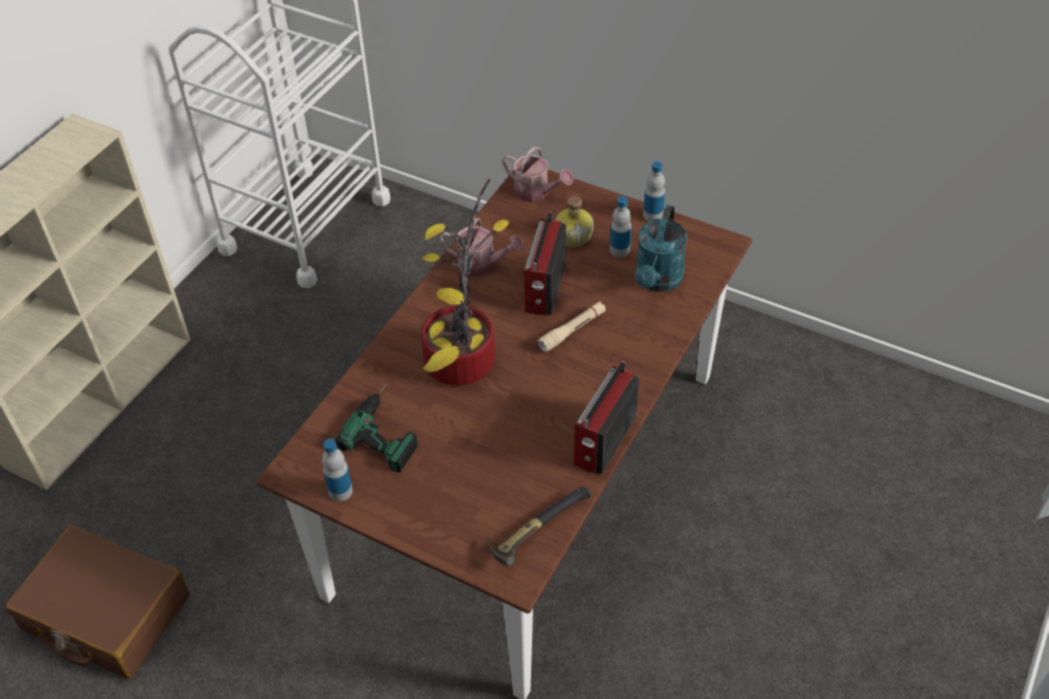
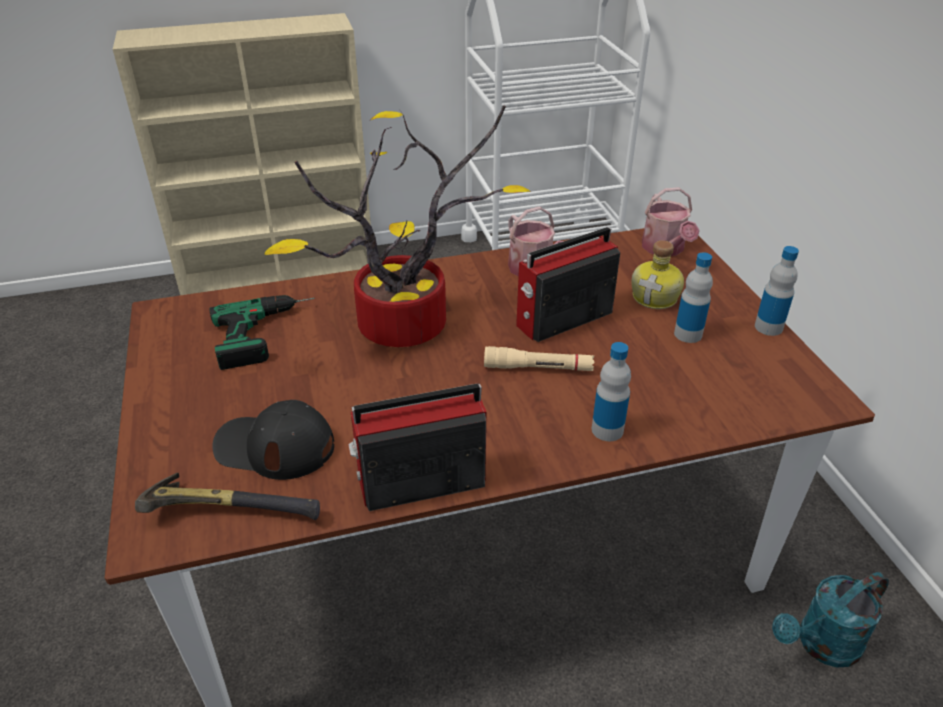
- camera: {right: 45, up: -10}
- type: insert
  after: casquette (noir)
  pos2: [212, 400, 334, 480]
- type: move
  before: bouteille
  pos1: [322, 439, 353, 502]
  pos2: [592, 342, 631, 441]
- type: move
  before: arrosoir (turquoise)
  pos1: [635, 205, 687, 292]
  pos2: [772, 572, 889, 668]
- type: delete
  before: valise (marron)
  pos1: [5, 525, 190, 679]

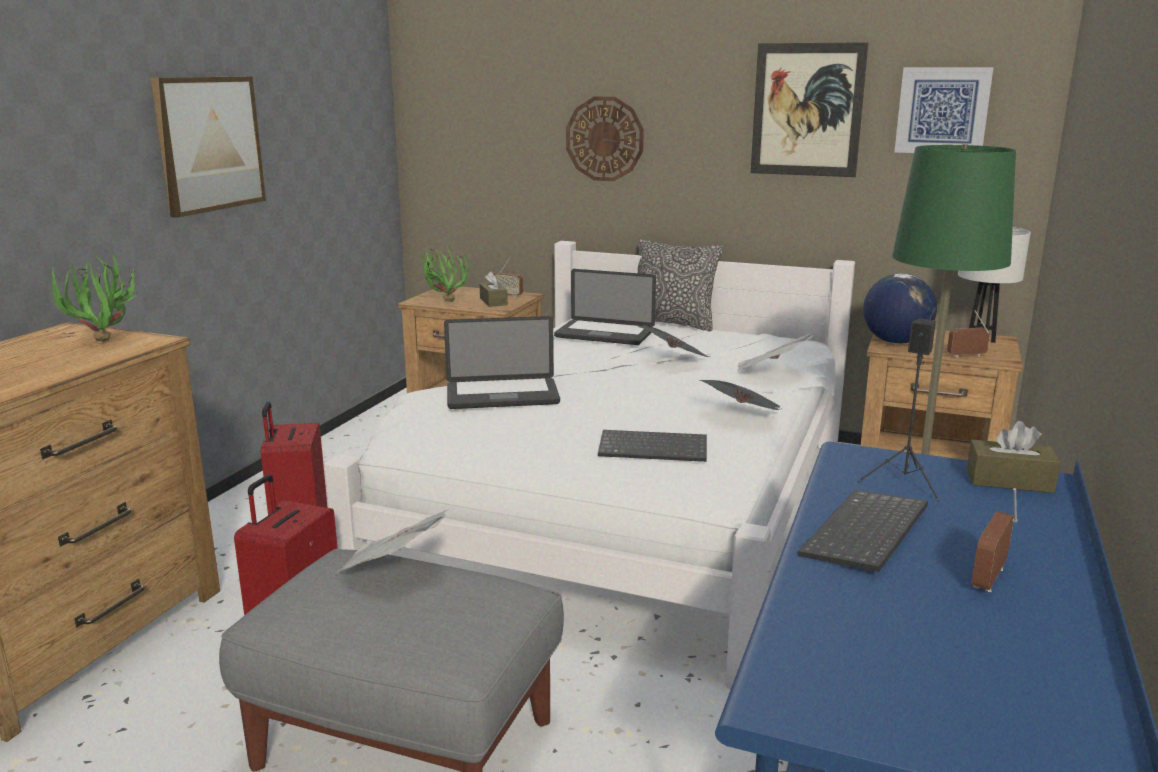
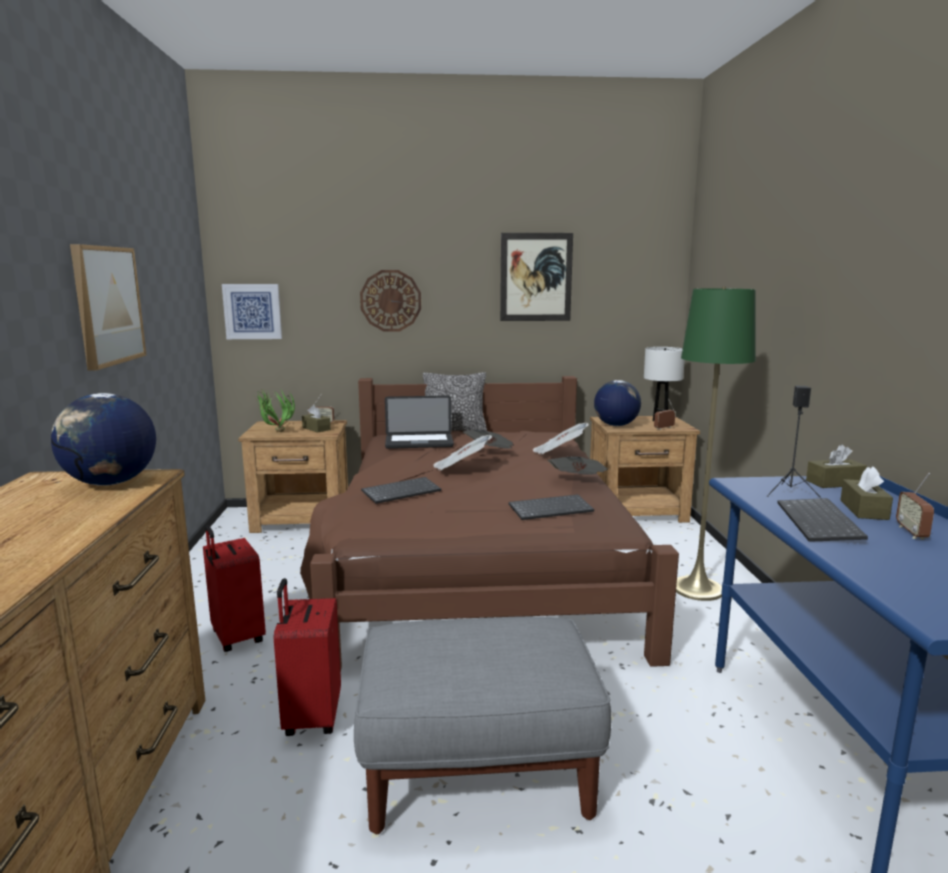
- camera: {right: -25, up: -5}
- type: replace
  before: plante en pot
  after: globe
  pos1: [44, 248, 140, 341]
  pos2: [51, 393, 156, 486]
- type: move
  before: tableau
  pos1: [894, 67, 994, 153]
  pos2: [222, 284, 282, 339]
- type: recolor
  before: lit (blanc)
  after: lit (marron)
  pos1: [324, 241, 855, 689]
  pos2: [300, 376, 679, 672]
- type: replace
  before: ordinateur portable
  after: clavier
  pos1: [444, 316, 560, 409]
  pos2: [361, 477, 441, 504]
- type: move
  before: journal
  pos1: [335, 509, 449, 573]
  pos2: [433, 435, 492, 471]
- type: insert
  after: boîte à mouchoirs (marron)
  pos2: [840, 466, 893, 520]

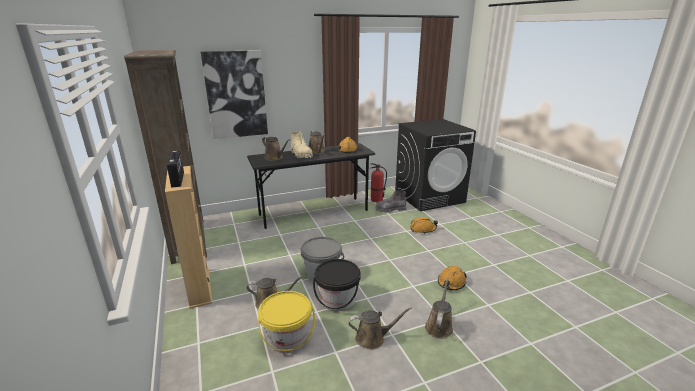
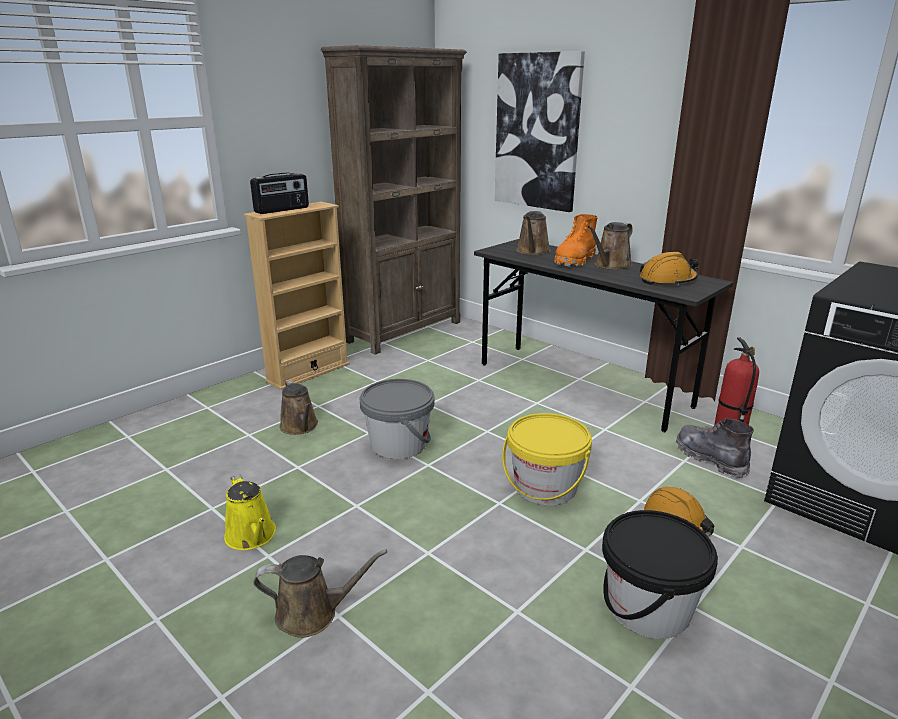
- camera: {right: 65, up: 0}
- type: recolor
  before: arrosoir (marron)
  after: arrosoir (jaune)
  pos1: [349, 307, 412, 350]
  pos2: [224, 474, 276, 550]
- type: move
  before: seau (jaune)
  pos1: [258, 291, 315, 353]
  pos2: [502, 413, 592, 505]
- type: recolor
  before: botte (beige)
  after: botte (orange)
  pos1: [291, 131, 313, 158]
  pos2: [555, 214, 598, 267]
- type: move
  before: seau (noir)
  pos1: [313, 259, 361, 311]
  pos2: [602, 510, 718, 639]
- type: delete
  before: casque de chantier (orange)
  pos1: [438, 266, 467, 290]

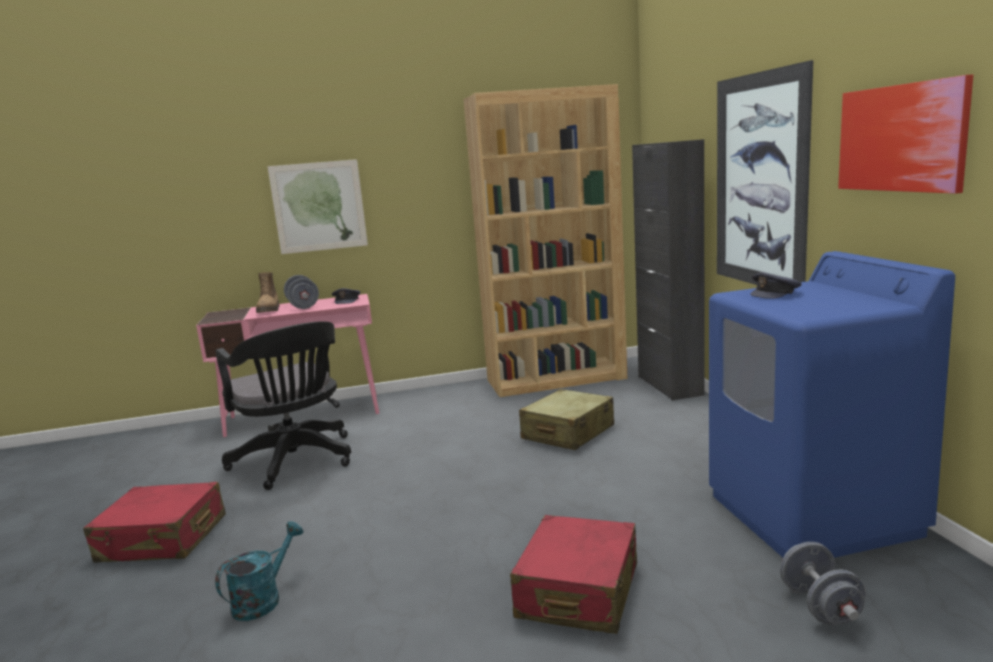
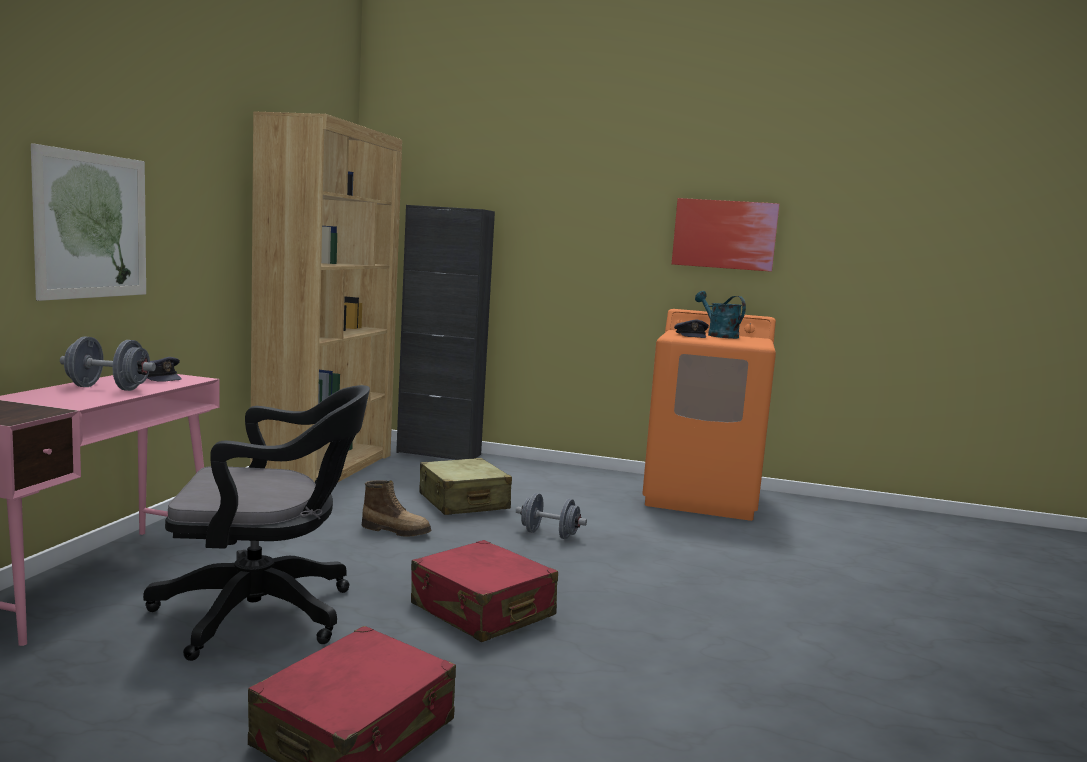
- camera: {right: -65, up: -5}
- type: move
  before: botte
  pos1: [256, 272, 279, 313]
  pos2: [362, 480, 431, 537]
- type: move
  before: valise (rouge)
  pos1: [510, 515, 637, 634]
  pos2: [411, 540, 558, 642]
- type: move
  before: haltère (gris)
  pos1: [780, 542, 866, 625]
  pos2: [516, 493, 587, 539]
- type: recolor
  before: lave-linge (bleu)
  after: lave-linge (orange)
  pos1: [709, 251, 955, 558]
  pos2: [642, 309, 776, 521]
- type: move
  before: arrosoir (turquoise)
  pos1: [215, 521, 303, 621]
  pos2: [695, 291, 746, 339]
- type: delete
  before: tableau
  pos1: [717, 60, 813, 285]

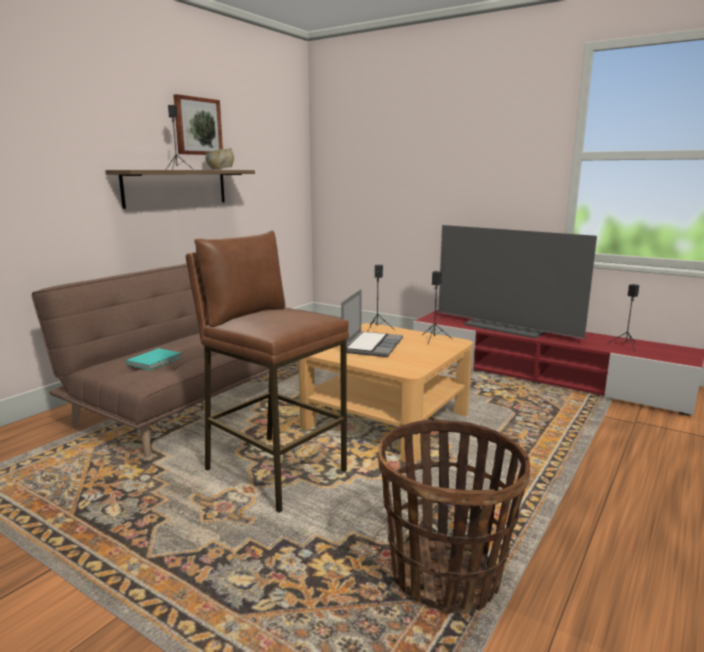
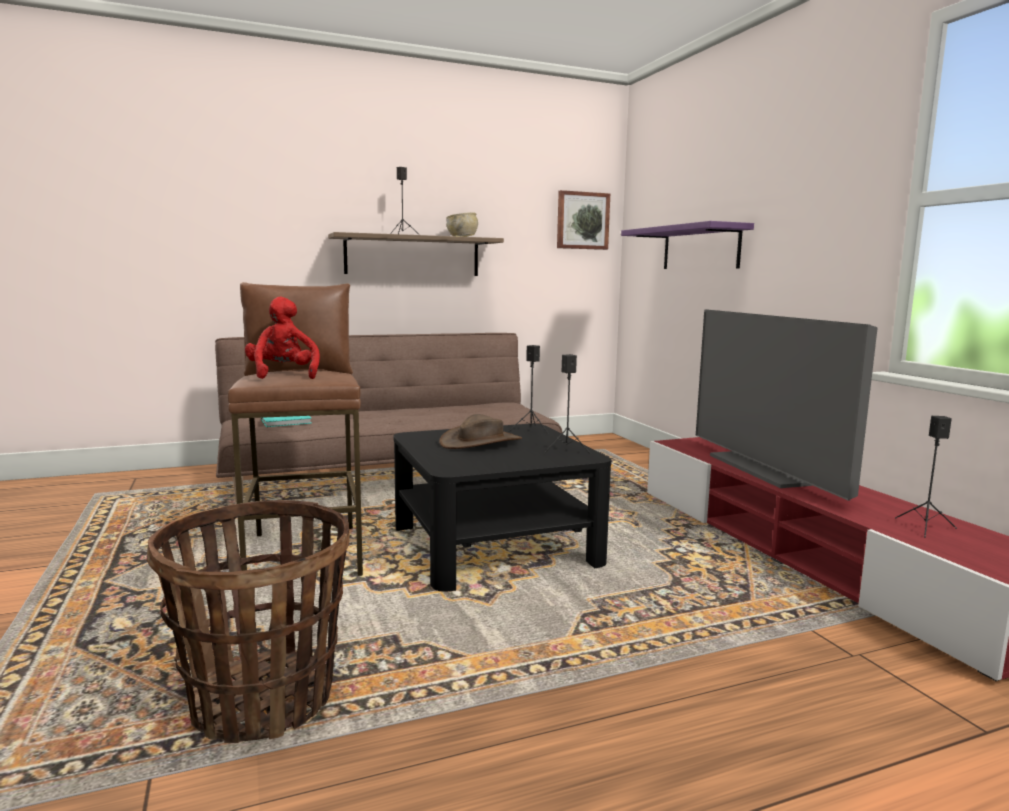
- camera: {right: 35, up: -5}
- type: insert
  after: peluche (rouge)
  pos2: [245, 297, 320, 379]
- type: recolor
  before: table basse (beige)
  after: table basse (noir)
  pos1: [298, 323, 473, 462]
  pos2: [393, 424, 612, 592]
- type: replace
  before: ordinateur portable
  after: chapeau (marron)
  pos1: [341, 289, 403, 357]
  pos2: [439, 414, 522, 449]
- type: move
  before: tableau
  pos1: [173, 94, 223, 155]
  pos2: [557, 190, 610, 250]
- type: insert
  after: étagère (violet)
  pos2: [621, 221, 754, 269]

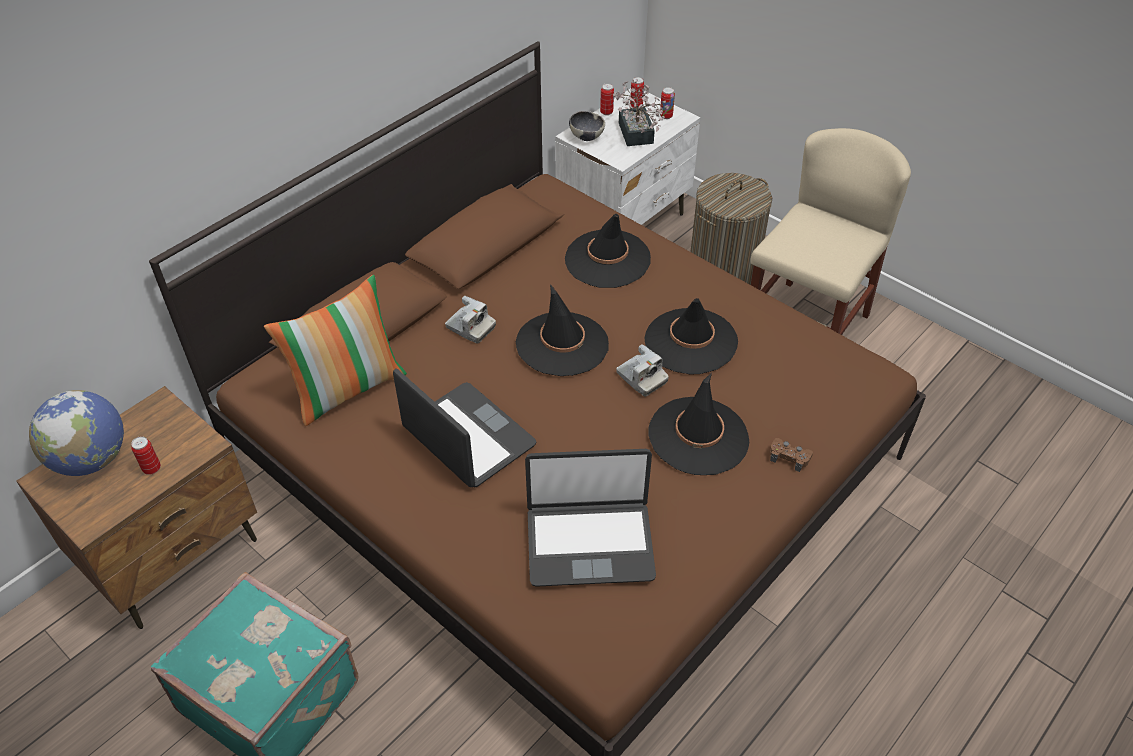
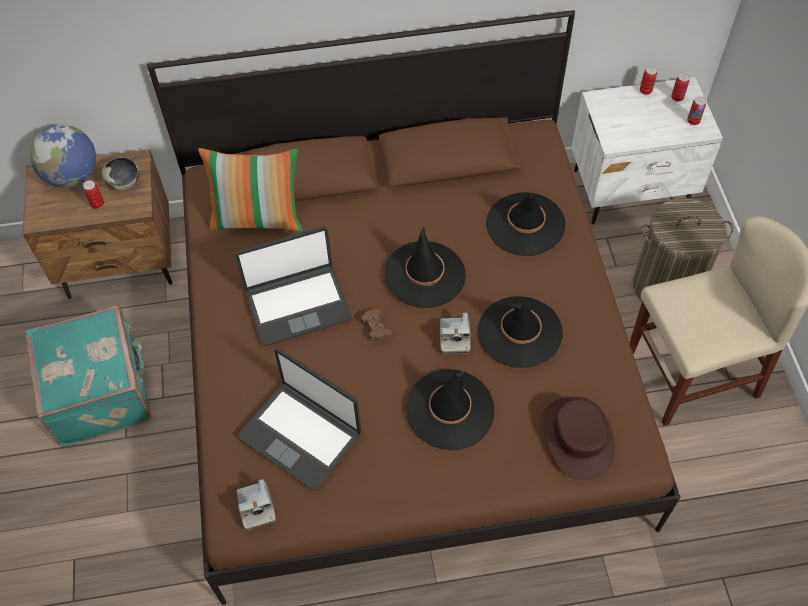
- camera: {right: 40, up: 10}
- type: move
  before: bol
  pos1: [569, 111, 605, 141]
  pos2: [102, 157, 139, 191]
- type: rotate
  before: ordinateur portable
  pos1: [393, 368, 536, 487]
  pos2: [235, 227, 351, 346]
  turn: 75
- type: move
  before: appareil photo
  pos1: [445, 296, 496, 344]
  pos2: [237, 479, 276, 531]
- type: move
  before: manette (marron)
  pos1: [770, 438, 813, 472]
  pos2: [361, 309, 392, 341]
- type: insert
  after: chapeau (marron)
  pos2: [543, 397, 615, 480]
- type: delete
  before: plante en pot
  pos1: [613, 80, 669, 146]

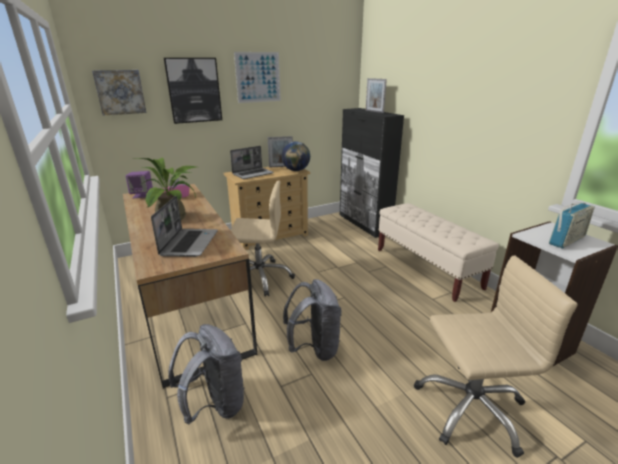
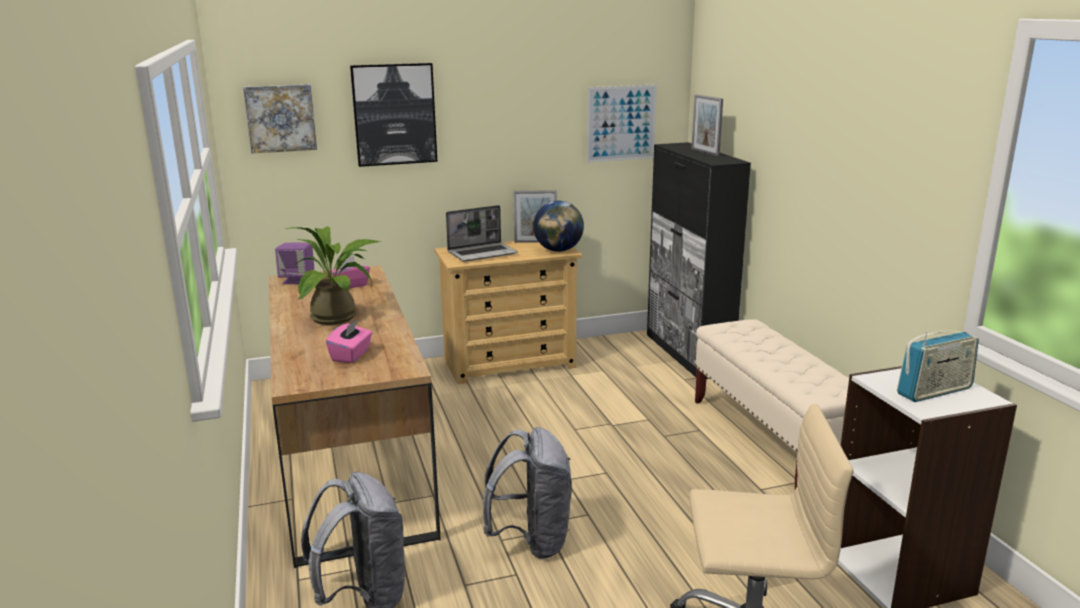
- camera: {right: 10, up: -5}
- type: replace
  before: ordinateur portable
  after: boîte à mouchoirs (rose)
  pos1: [151, 196, 218, 257]
  pos2: [326, 319, 372, 363]
- type: move
  before: tableau
  pos1: [234, 52, 281, 103]
  pos2: [587, 84, 657, 163]
- type: delete
  before: chaise de bureau (beige)
  pos1: [230, 181, 295, 297]

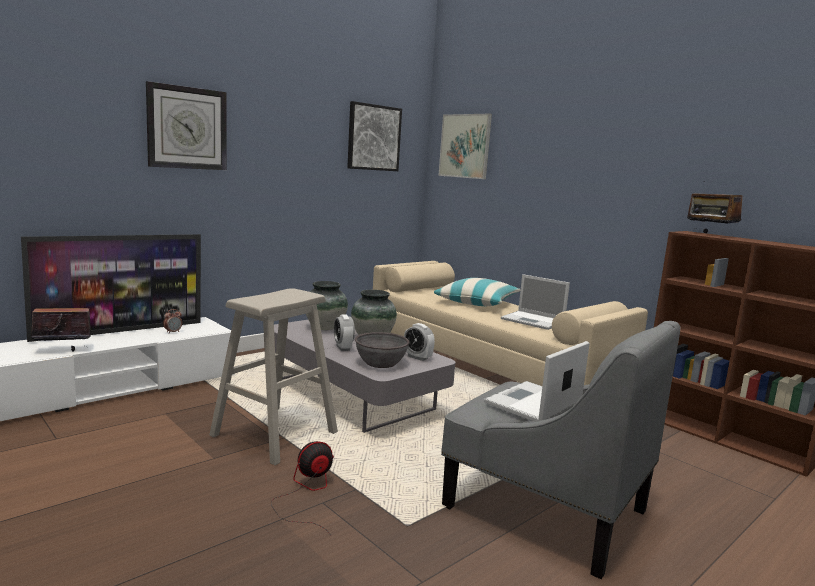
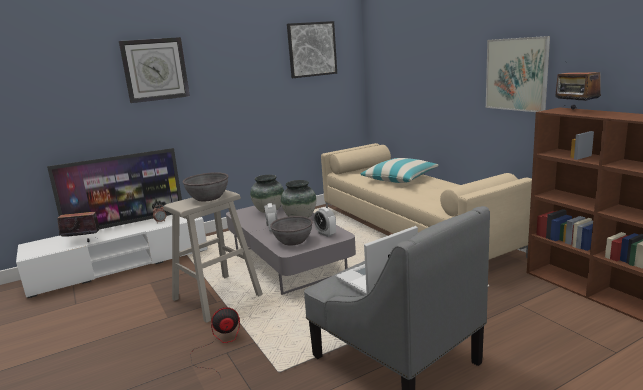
- camera: {right: 15, up: 5}
- type: insert
  after: bol (gris)
  pos2: [182, 172, 229, 202]
- type: move
  before: tableau
  pos1: [438, 114, 492, 179]
  pos2: [486, 36, 550, 112]
- type: delete
  before: ordinateur portable
  pos1: [501, 274, 570, 330]

